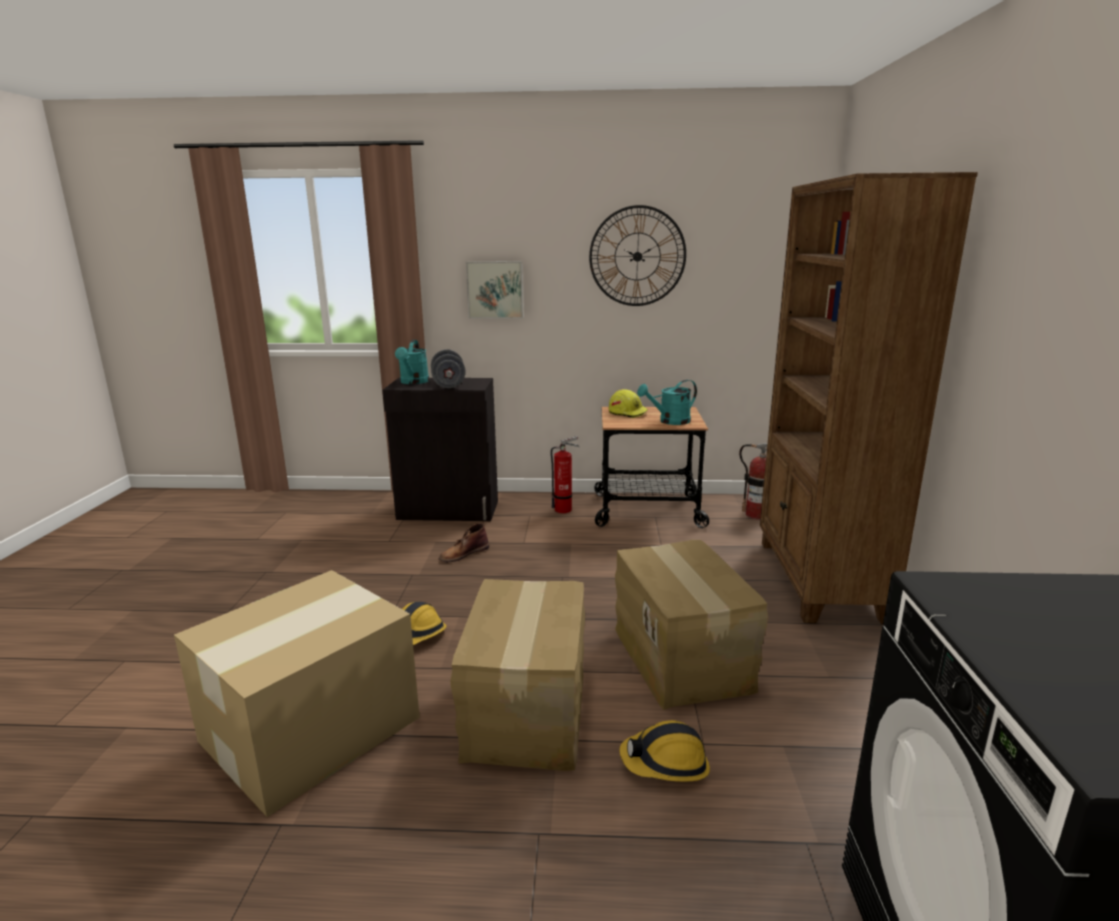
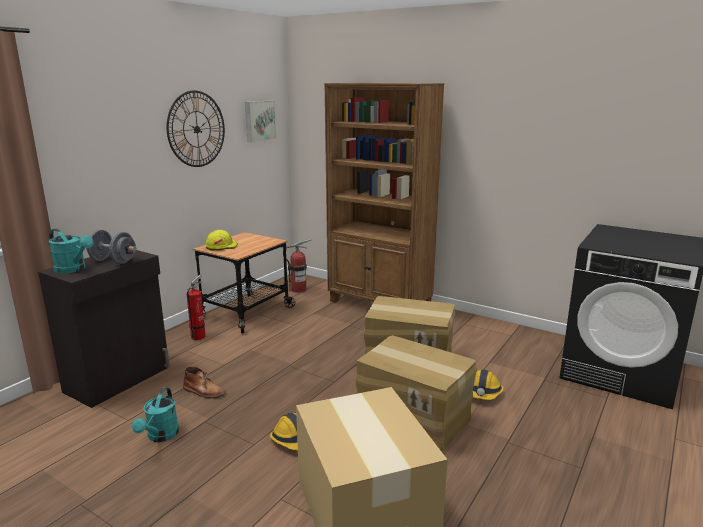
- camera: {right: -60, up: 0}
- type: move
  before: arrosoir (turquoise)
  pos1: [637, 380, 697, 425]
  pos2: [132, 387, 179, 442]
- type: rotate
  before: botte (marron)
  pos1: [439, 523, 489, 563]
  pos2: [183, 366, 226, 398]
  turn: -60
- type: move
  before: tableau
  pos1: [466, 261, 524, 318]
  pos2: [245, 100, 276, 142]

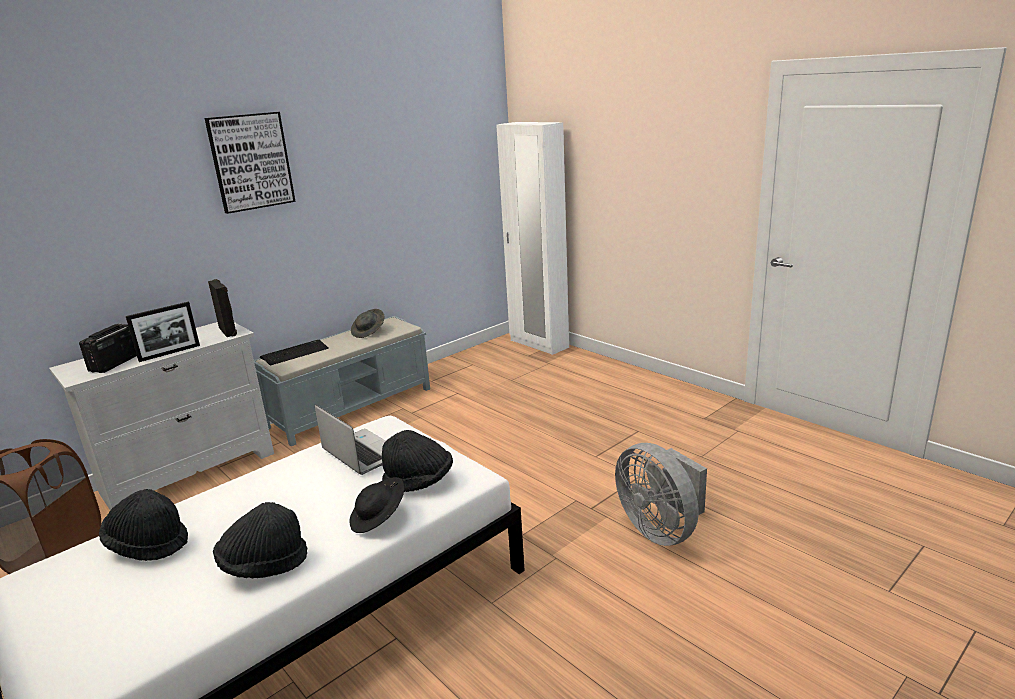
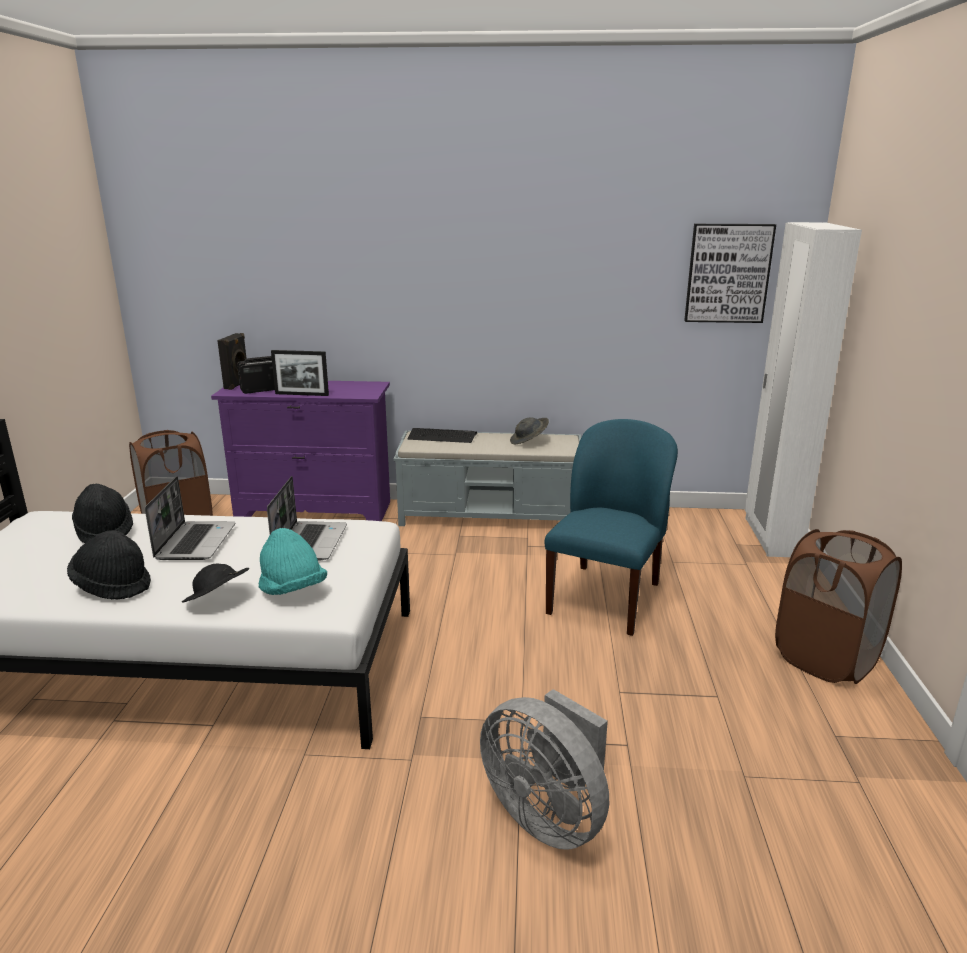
- camera: {right: 45, up: 0}
- type: insert
  after: ordinateur portable
  pos2: [145, 476, 236, 560]
- type: recolor
  before: commode (blanc)
  after: commode (violet)
  pos1: [49, 322, 274, 510]
  pos2: [211, 381, 390, 521]
- type: move
  before: enceinte (noir)
  pos1: [208, 279, 237, 337]
  pos2: [217, 333, 247, 390]
- type: recolor
  before: chapeau (noir)
  after: chapeau (turquoise)
  pos1: [382, 430, 453, 492]
  pos2: [259, 528, 327, 595]
- type: rotate
  before: ventilateur (gris)
  pos1: [615, 443, 707, 546]
  pos2: [480, 689, 609, 850]
  turn: -60
- type: insert
  after: chaise (bleu)
  pos2: [544, 419, 678, 636]
- type: move
  before: tableau
  pos1: [204, 112, 296, 214]
  pos2: [684, 224, 776, 323]
- type: insert
  after: panier à linge (marron)
  pos2: [775, 529, 902, 684]

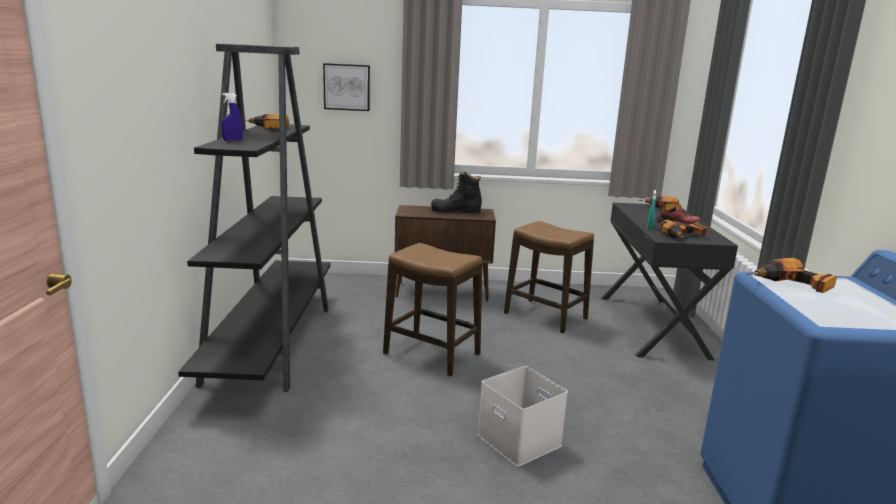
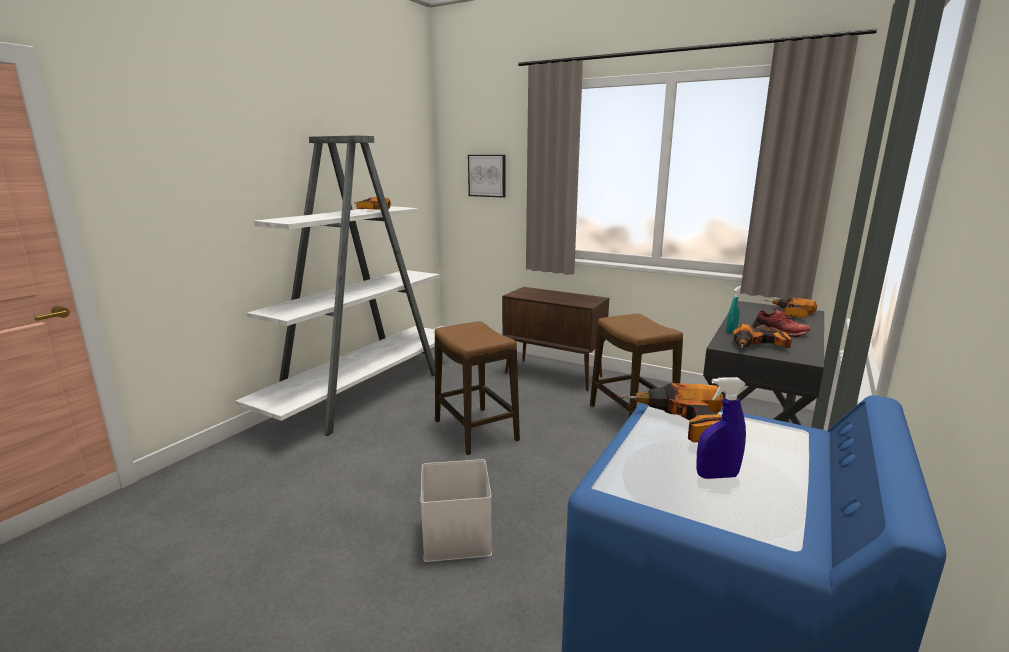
- camera: {right: 30, up: 0}
- type: recolor
  before: bibliothèque (noir)
  after: bibliothèque (blanc)
  pos1: [178, 44, 331, 392]
  pos2: [235, 135, 440, 436]
- type: move
  before: vaporisateur (bleu)
  pos1: [221, 93, 243, 141]
  pos2: [696, 377, 746, 479]
- type: delete
  before: botte (noir)
  pos1: [431, 172, 482, 213]

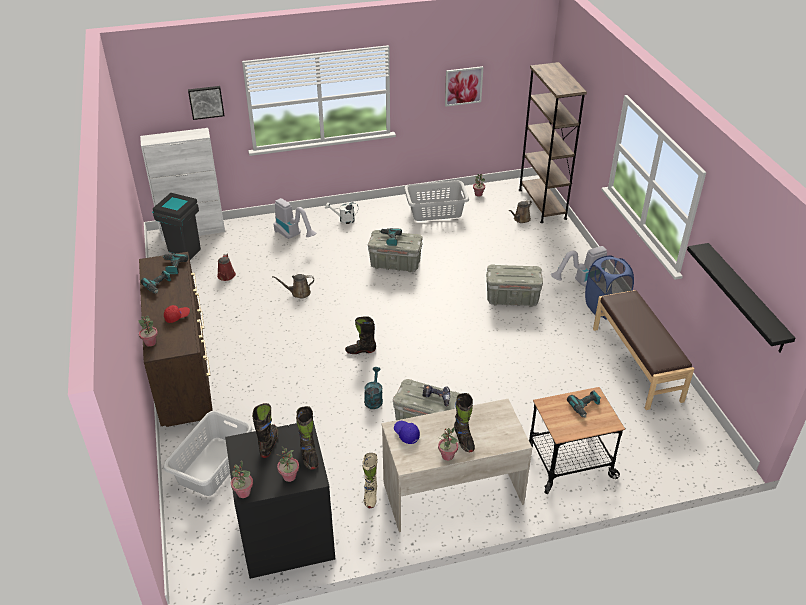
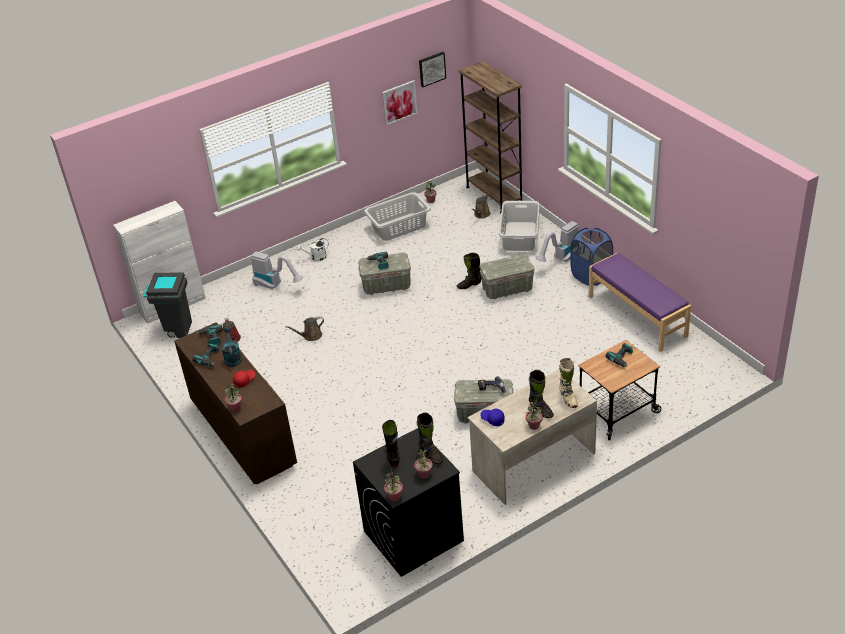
- camera: {right: -15, up: 0}
- type: move
  before: arrosoir (turquoise)
  pos1: [364, 367, 383, 409]
  pos2: [221, 327, 242, 367]
- type: move
  before: tableau
  pos1: [188, 86, 224, 120]
  pos2: [419, 52, 446, 87]
- type: move
  before: botte (noir)
  pos1: [345, 316, 376, 354]
  pos2: [457, 253, 482, 289]
- type: move
  before: panier à linge (gris)
  pos1: [163, 410, 253, 496]
  pos2: [499, 201, 540, 251]
- type: move
  before: botte (beige)
  pos1: [362, 453, 377, 508]
  pos2: [559, 358, 578, 408]
- type: recolor
  before: banc (marron)
  after: banc (violet)
  pos1: [593, 290, 694, 410]
  pos2: [589, 253, 691, 352]
- type: delete
  before: étagère (noir)
  pos1: [687, 243, 796, 353]

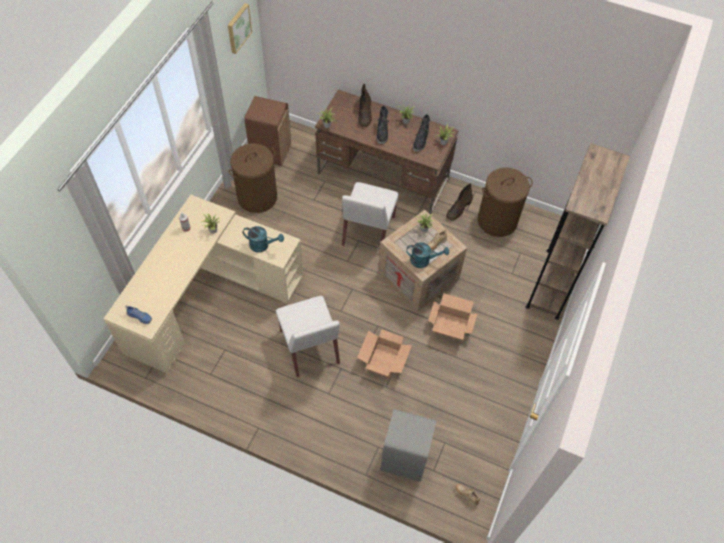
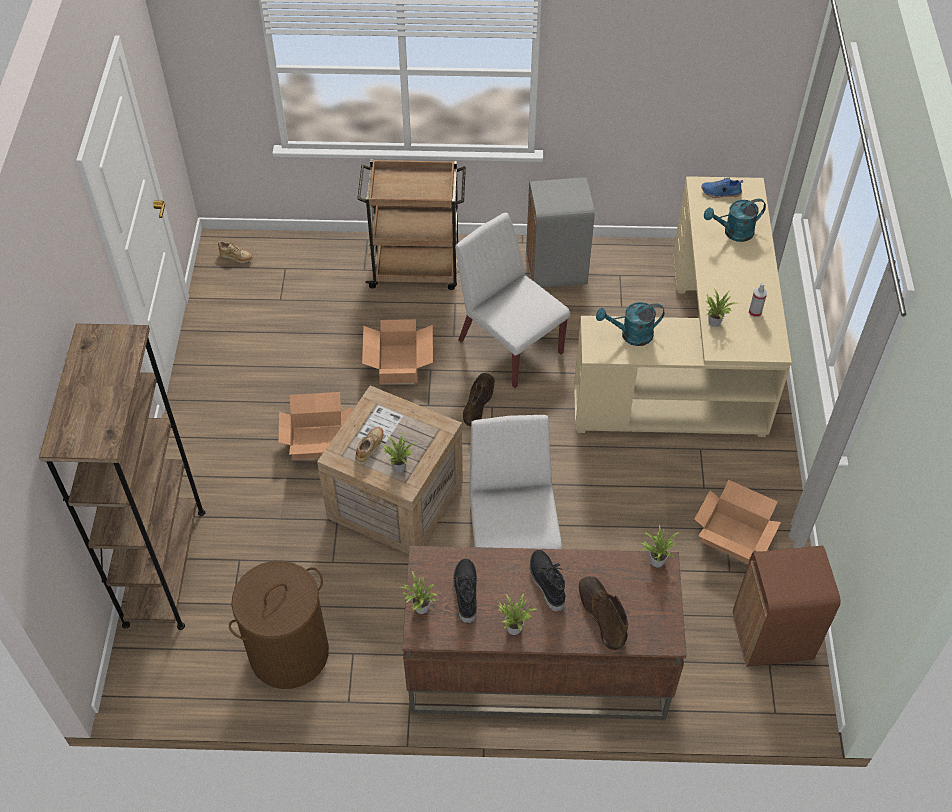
- camera: {right: 160, up: -5}
- type: insert
  after: chariot (marron)
  pos2: [357, 159, 466, 290]
- type: move
  before: botte (marron)
  pos1: [446, 183, 473, 221]
  pos2: [463, 373, 494, 426]
- type: move
  before: poubelle (gris)
  pos1: [380, 409, 437, 482]
  pos2: [526, 177, 595, 288]
- type: replace
  before: panier à linge (marron)
  after: carton
  pos1: [228, 143, 277, 213]
  pos2: [694, 480, 781, 564]
- type: move
  before: arrosoir (turquoise)
  pos1: [407, 242, 449, 268]
  pos2: [704, 199, 766, 242]
- type: delete
  before: tableau
  pos1: [228, 3, 252, 54]

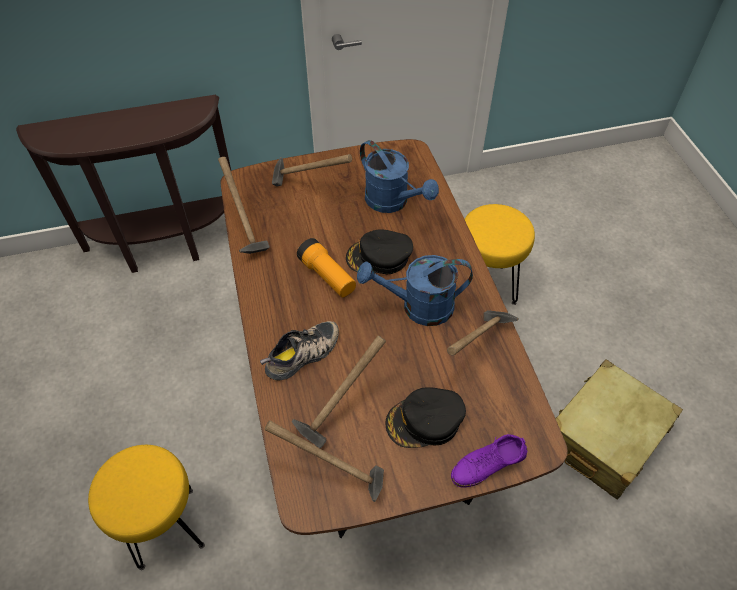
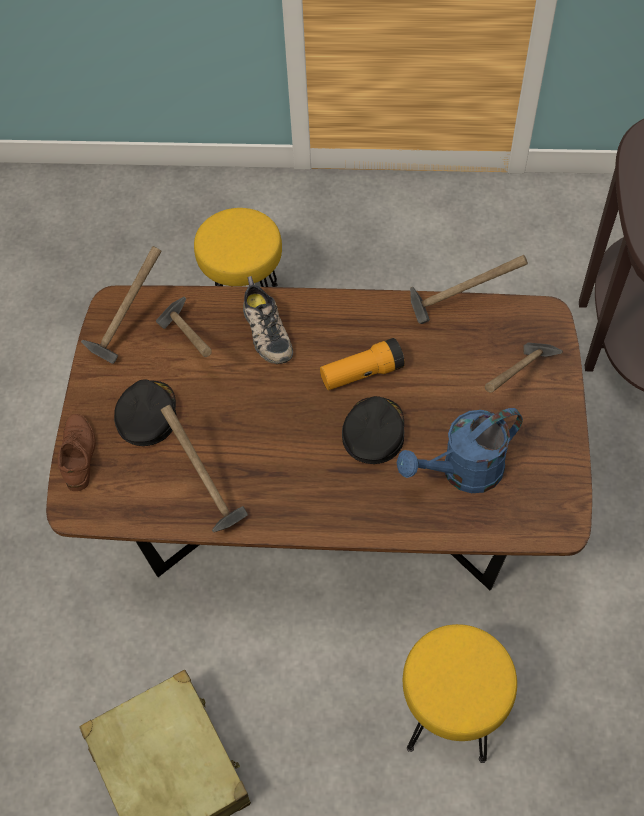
- camera: {right: 110, up: 5}
- type: recolor
  before: chaussure (violet)
  after: chaussure (marron)
  pos1: [451, 434, 527, 488]
  pos2: [58, 414, 96, 491]
- type: delete
  before: arrosoir (bleu)
  pos1: [357, 255, 473, 326]

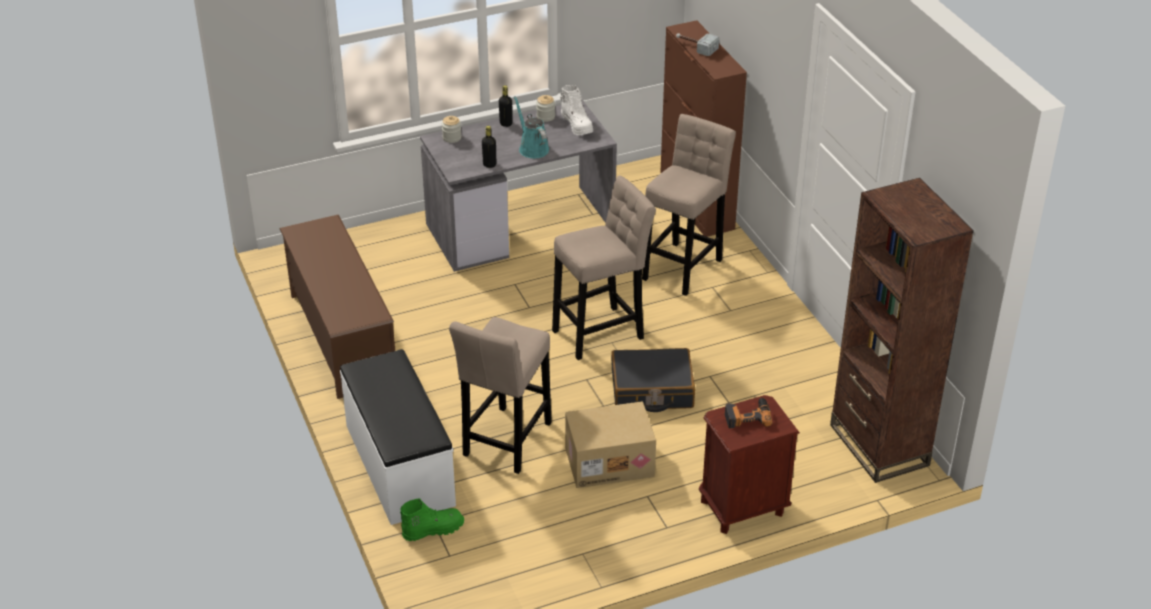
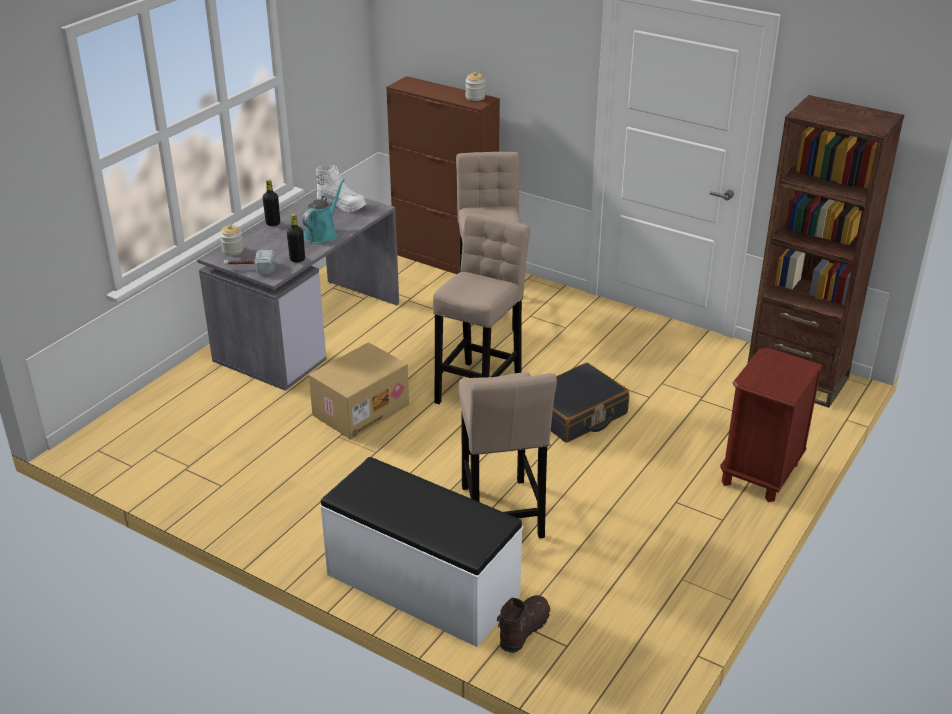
- camera: {right: -35, up: -5}
- type: move
  before: marteau
  pos1: [676, 33, 719, 56]
  pos2: [224, 250, 276, 274]
- type: rotate
  before: arrosoir (turquoise)
  pos1: [514, 96, 549, 158]
  pos2: [302, 179, 345, 244]
  turn: 90
- type: move
  before: carton
  pos1: [565, 401, 656, 488]
  pos2: [309, 342, 409, 440]
- type: move
  before: bocal
  pos1: [536, 95, 555, 122]
  pos2: [465, 72, 485, 101]
- type: recolor
  before: botte (vert)
  after: botte (marron)
  pos1: [400, 498, 464, 541]
  pos2: [497, 595, 550, 653]
- type: delete
  before: étagère à chaussures (marron)
  pos1: [280, 215, 395, 399]
- type: delete
  before: perceuse
  pos1: [724, 398, 773, 428]

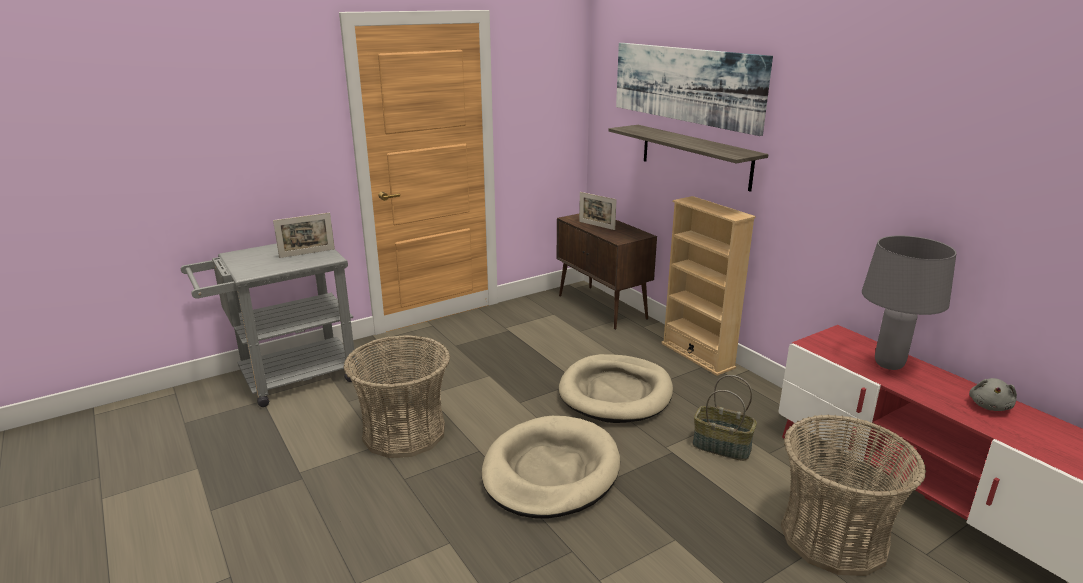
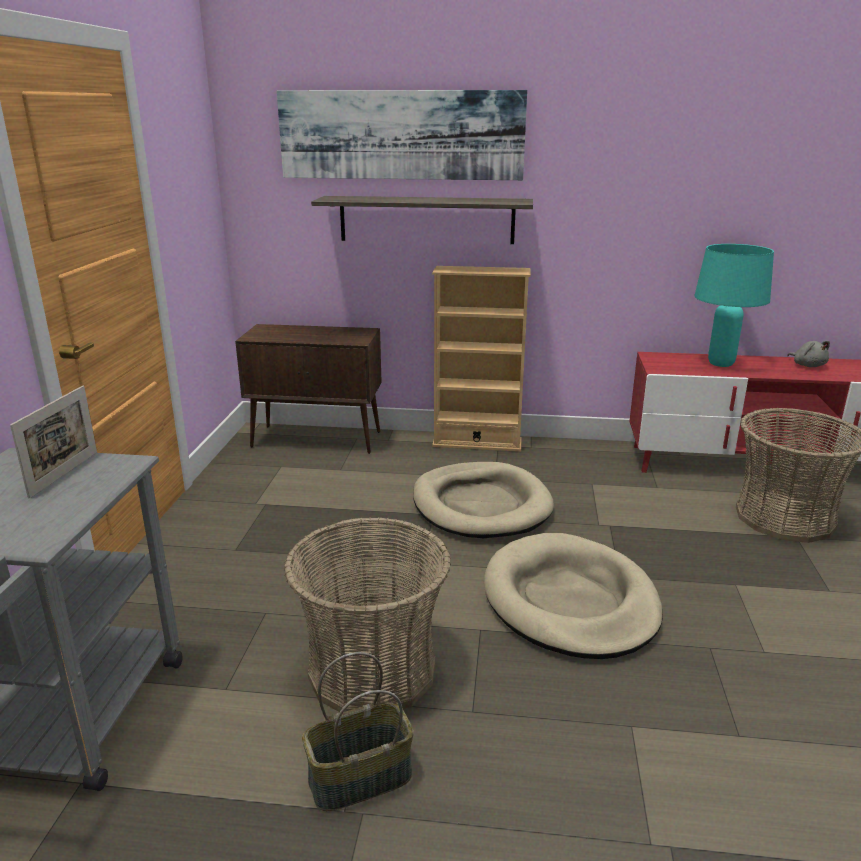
- camera: {right: -50, up: 0}
- type: move
  before: panier
  pos1: [692, 375, 757, 461]
  pos2: [302, 652, 414, 811]
- type: recolor
  before: lampe de table (gris)
  after: lampe de table (turquoise)
  pos1: [862, 236, 957, 370]
  pos2: [694, 244, 774, 367]
- type: delete
  before: cadre photo
  pos1: [579, 192, 617, 230]

